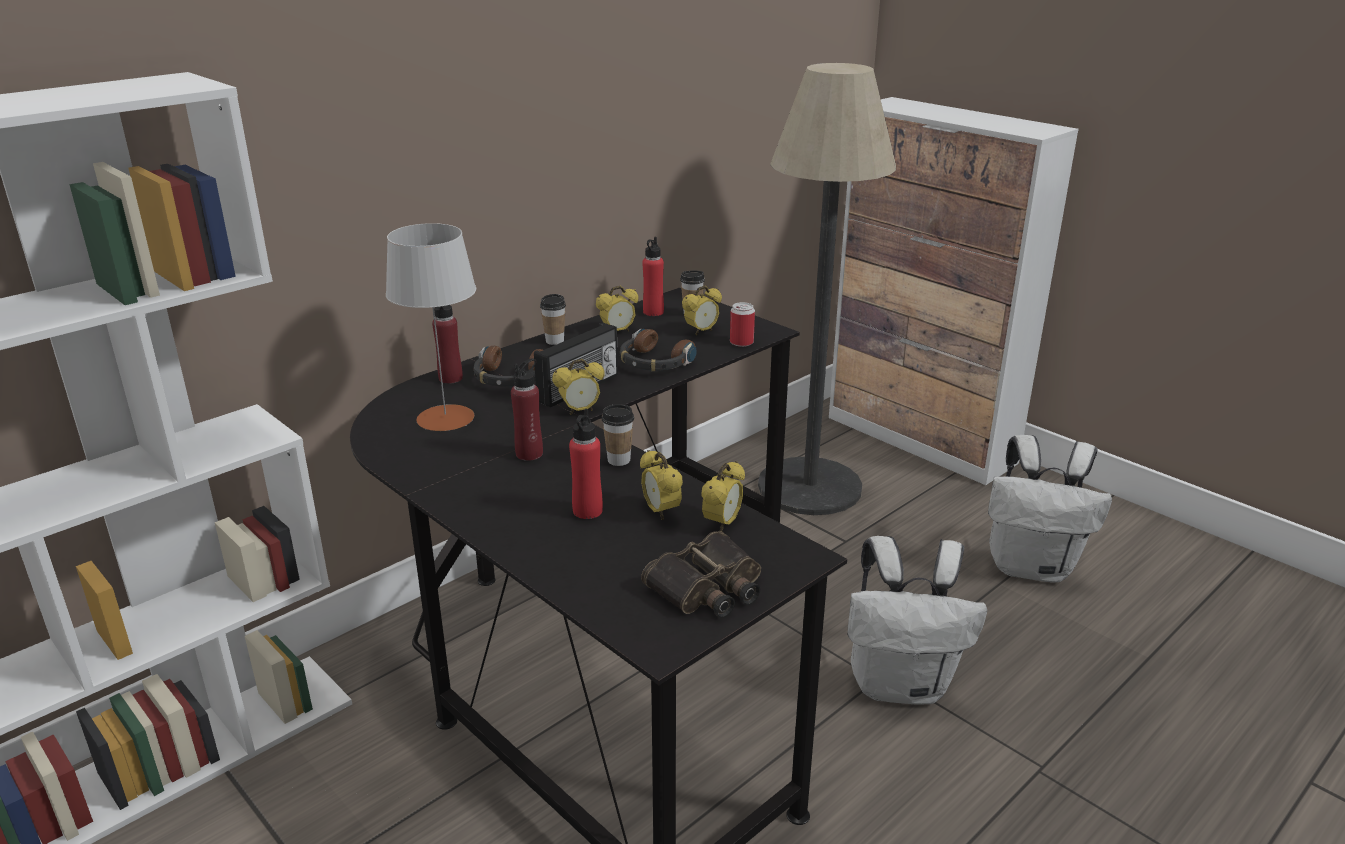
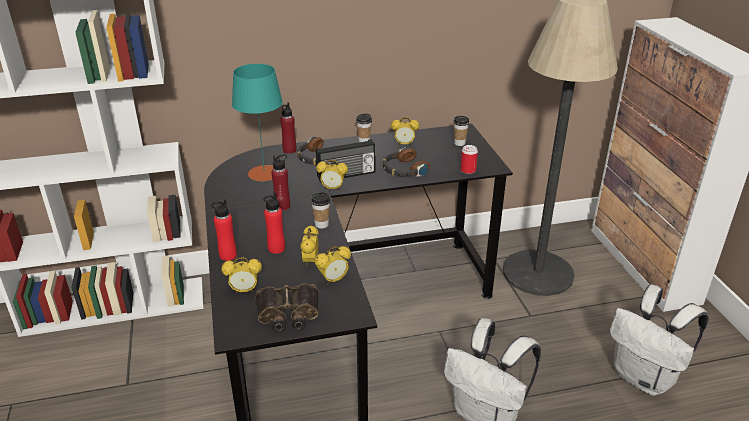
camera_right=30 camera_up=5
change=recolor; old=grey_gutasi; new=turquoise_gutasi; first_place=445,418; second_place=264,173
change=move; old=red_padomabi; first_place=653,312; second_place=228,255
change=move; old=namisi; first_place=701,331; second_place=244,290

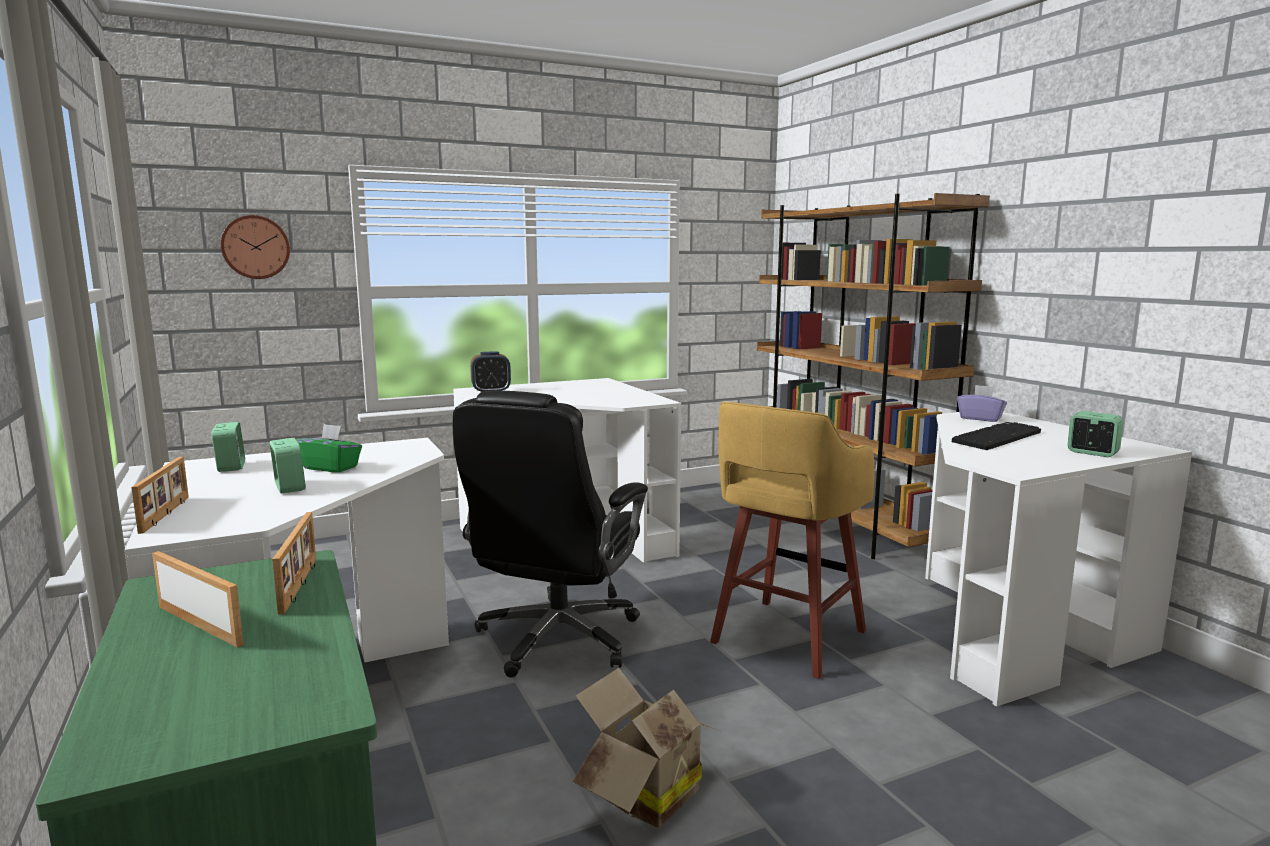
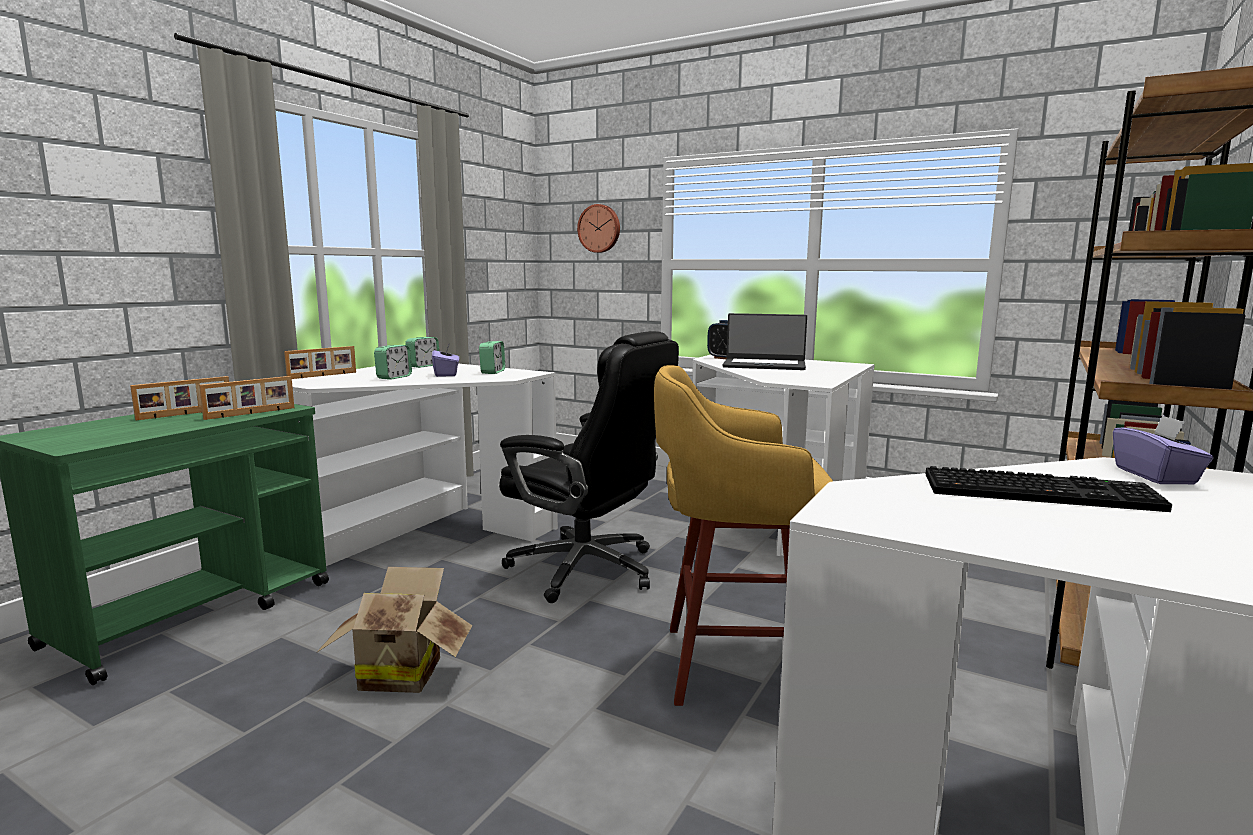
camera_right=55 camera_up=0
change=rotate; old=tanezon; first_place=201,624; second_place=185,414; degrees=45
change=recolor; old=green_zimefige; new=purple_zimefige; first_place=331,467; second_place=446,374
change=rotate; old=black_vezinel; first_place=556,639; second_place=587,569; degrees=-135
change=move; old=namisi; first_place=1092,453; second_place=492,372
change=insert; new=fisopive; second_place=764,365

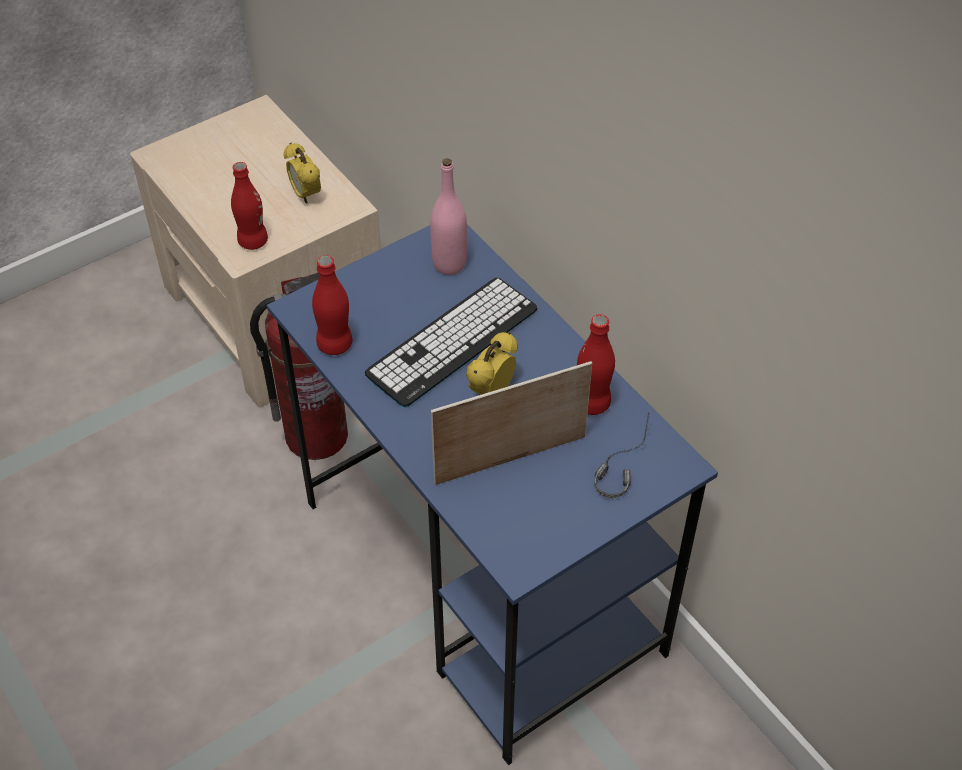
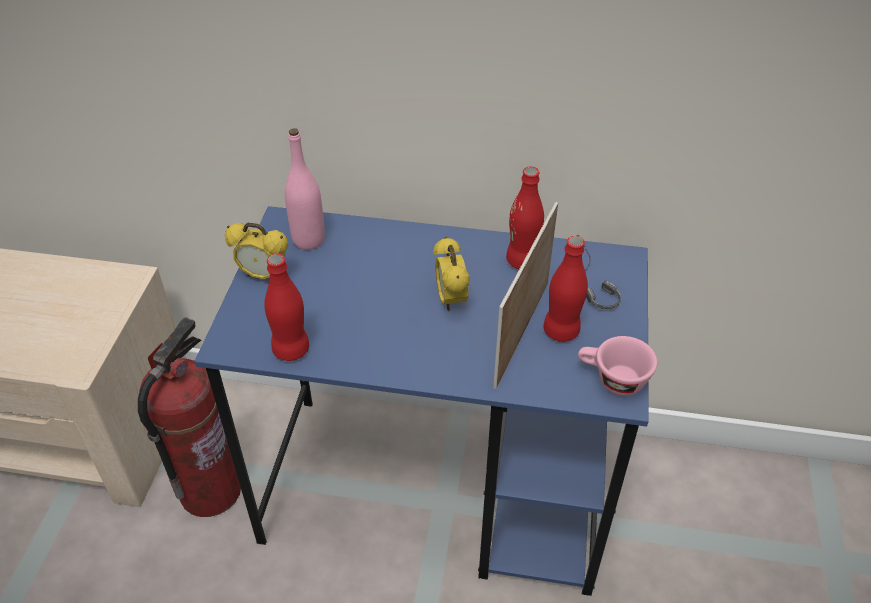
camera_right=-45 camera_up=-5
change=move; old=red_padomabi; first_place=253,241; second_place=561,331
change=move; old=namisi; first_place=305,195; second_place=263,275
change=delete; old=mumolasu; first_place=452,342
change=insert; new=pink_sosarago; second_place=612,380

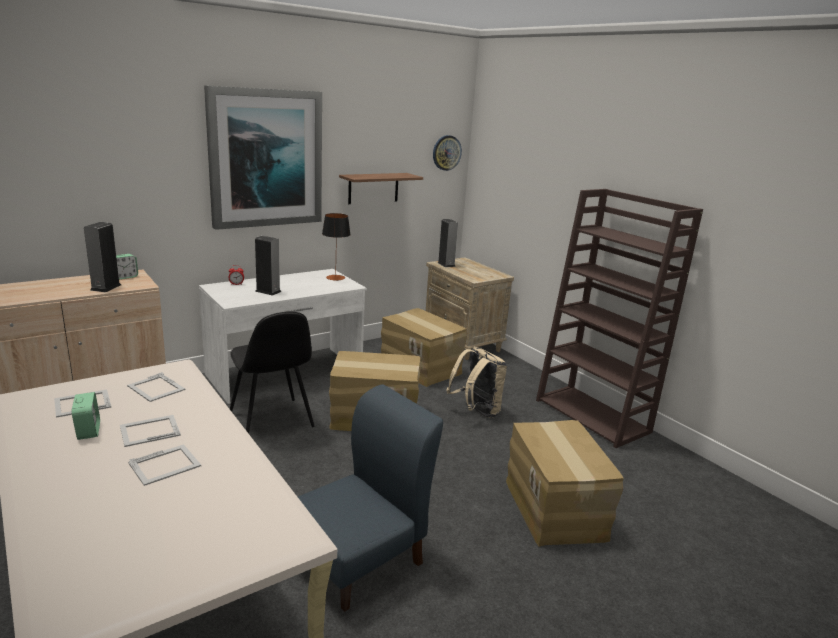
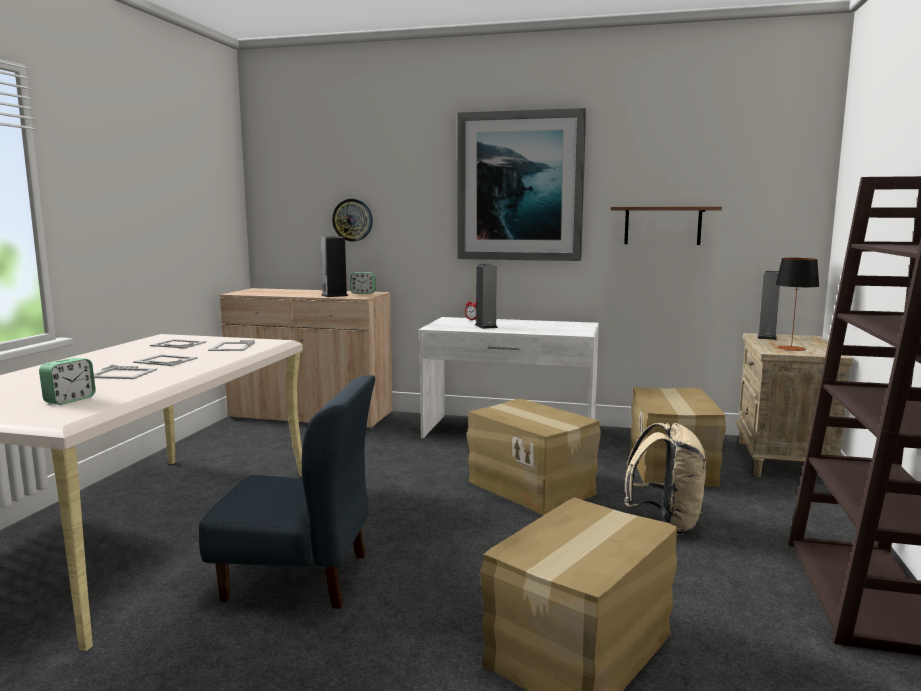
camera_right=50 camera_up=-10
change=move; old=namisi; first_place=88,431; second_place=69,400
change=delete; old=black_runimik; first_place=271,421
change=move; old=gutasi; first_place=335,277; second_place=791,348
change=move; old=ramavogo; first_place=446,152; second_place=352,220

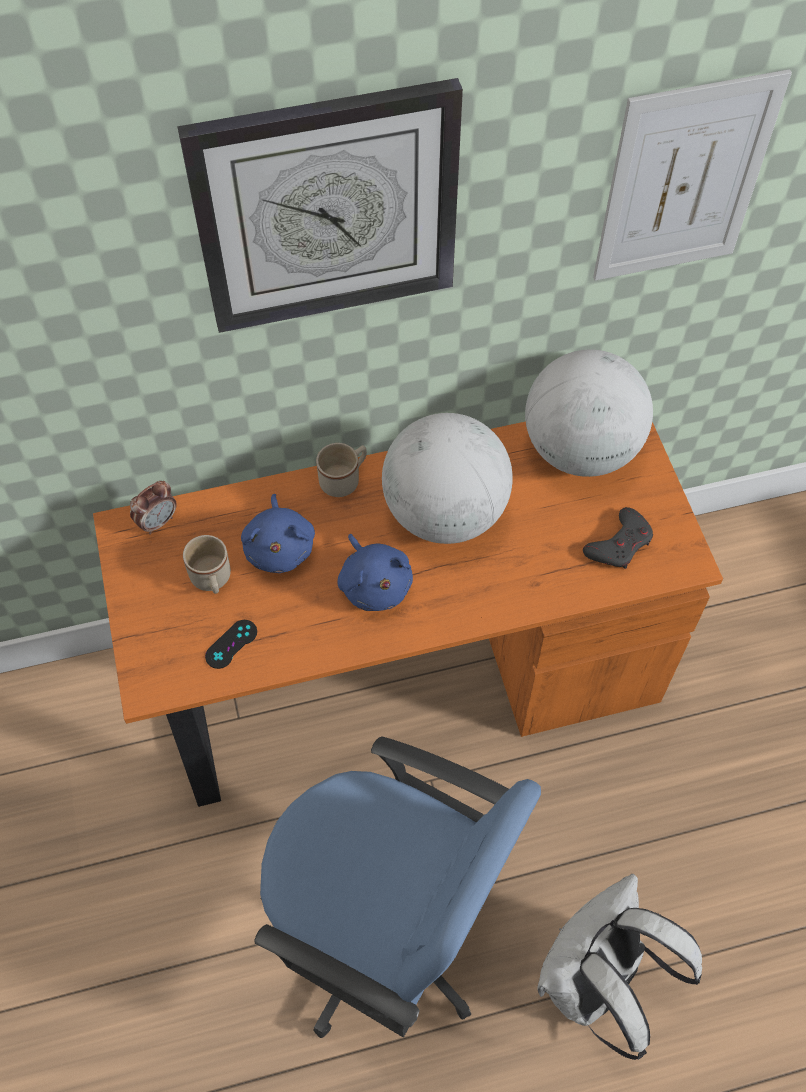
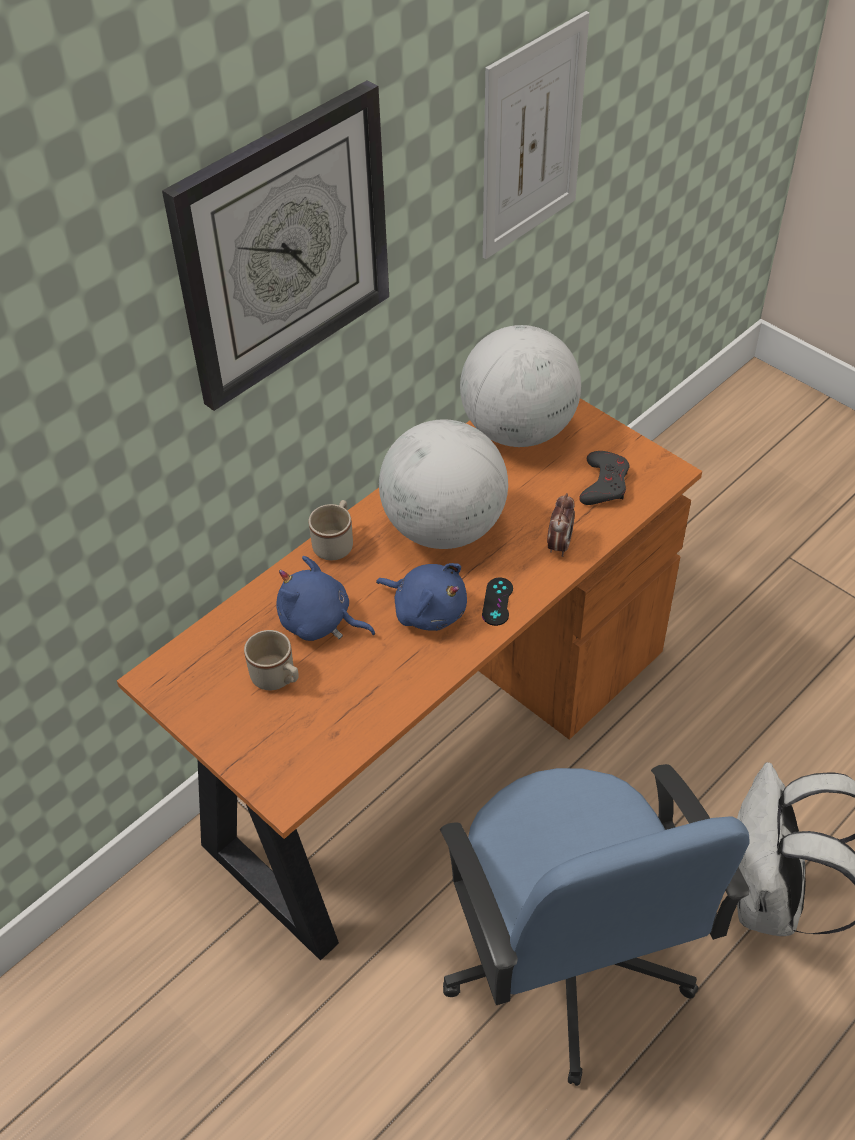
camera_right=-30 camera_up=-10
change=move; old=namisi; first_place=158,522; second_place=559,545
change=move; old=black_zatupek; first_place=231,644; second_place=497,602
change=rotate; old=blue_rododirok; first_place=280,547; second_place=319,622; degrees=150
change=rotate; old=blue_vezinel; first_place=385,927; second_place=566,961; degrees=75

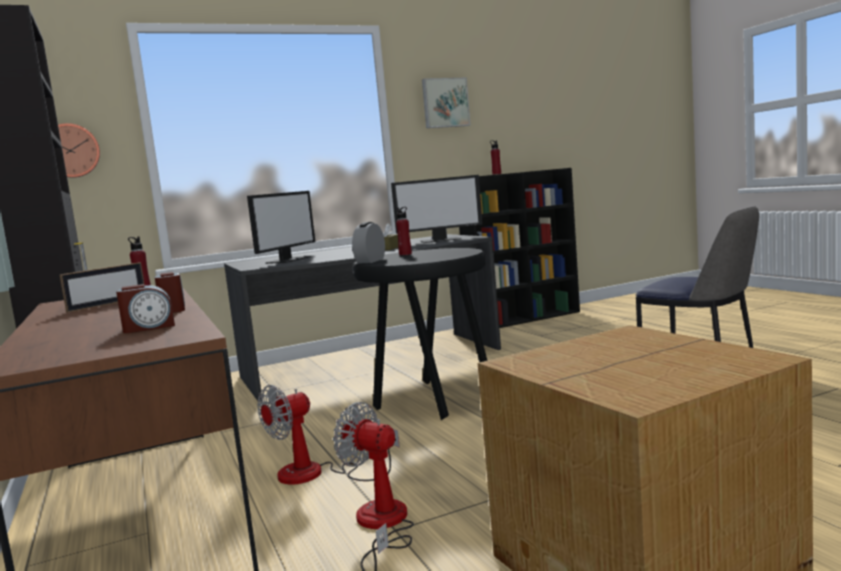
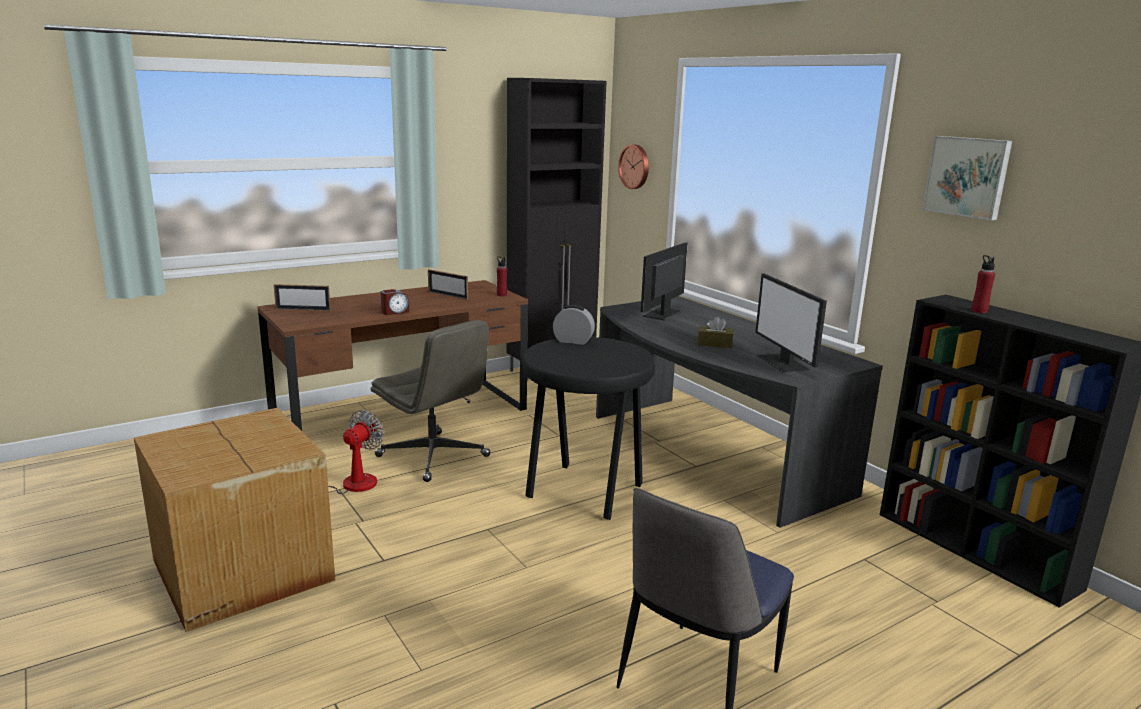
camera_right=80 camera_up=10
change=delete; old=namisi; first_place=149,328
change=rotate; old=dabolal; first_place=288,260; second_place=663,314; degrees=105
change=replace; old=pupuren; new=grey_vezinel; first_place=316,474; second_place=434,457
change=delete; old=red_padomabi; first_place=405,254
change=insert; new=tanezon; second_place=303,309

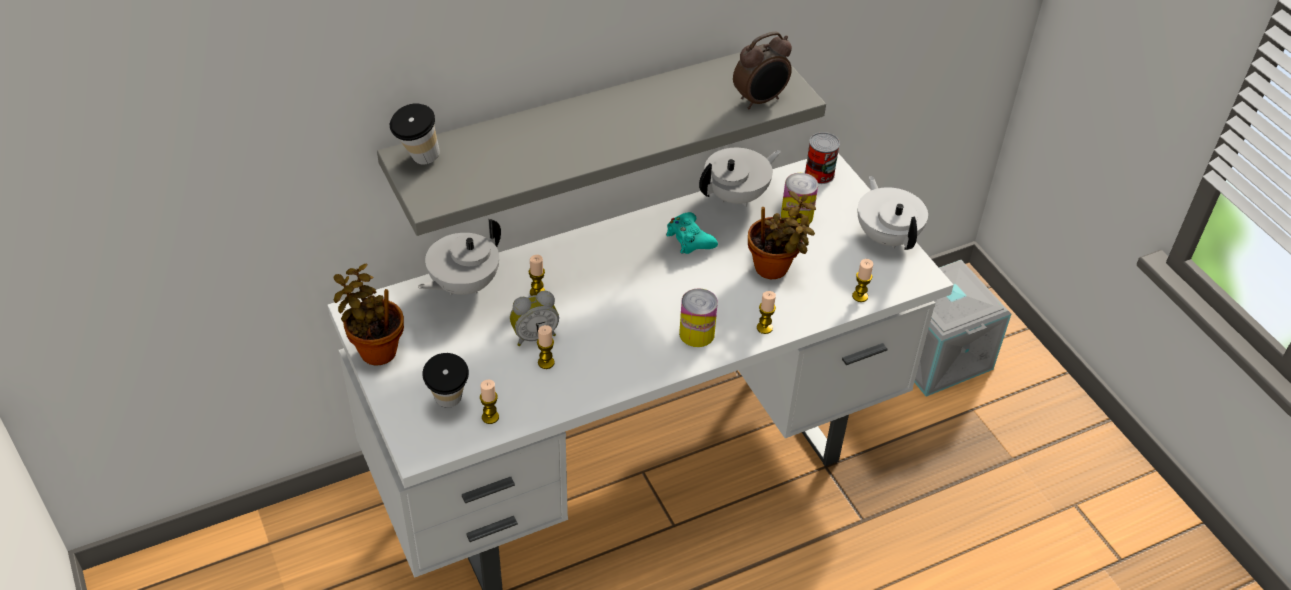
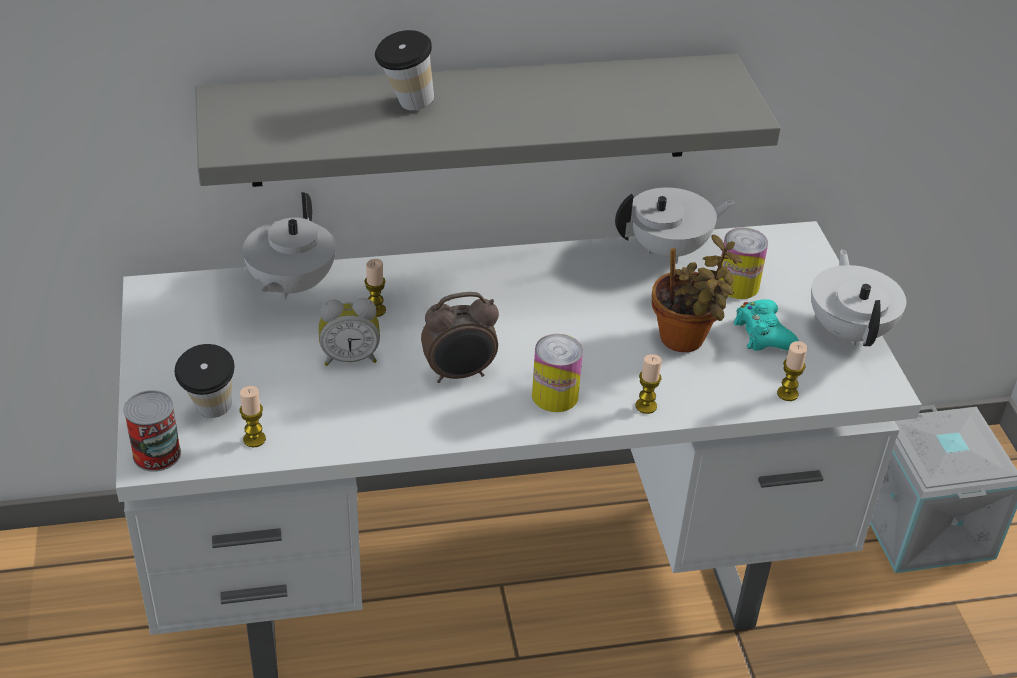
camera_right=15 camera_up=-5
change=delete; old=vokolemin; first_place=375,349
change=move; old=sosarago; first_place=418,160; second_place=405,105
change=rotate; old=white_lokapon; first_place=463,285; second_place=290,285; degrees=-45
change=delete; old=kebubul; first_place=546,362
change=move; old=turquoise_zatupek; first_place=689,239; second_place=763,334
change=move; old=namisi; first_place=760,100; second_place=460,374
change=move; old=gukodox; first_place=819,174; second_place=157,454

